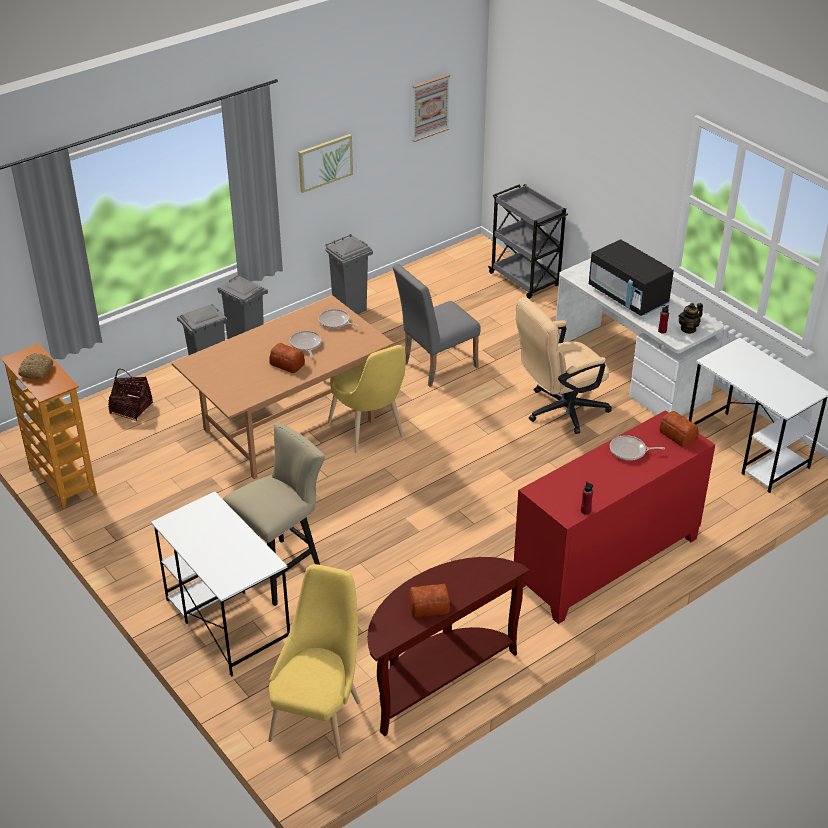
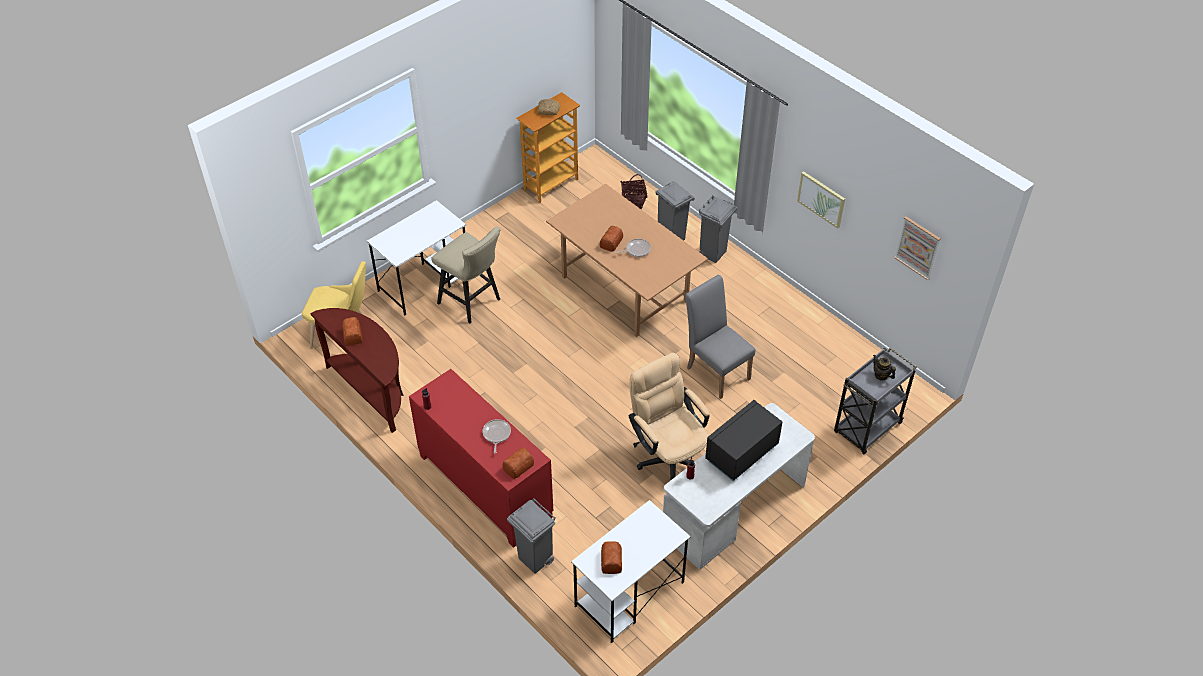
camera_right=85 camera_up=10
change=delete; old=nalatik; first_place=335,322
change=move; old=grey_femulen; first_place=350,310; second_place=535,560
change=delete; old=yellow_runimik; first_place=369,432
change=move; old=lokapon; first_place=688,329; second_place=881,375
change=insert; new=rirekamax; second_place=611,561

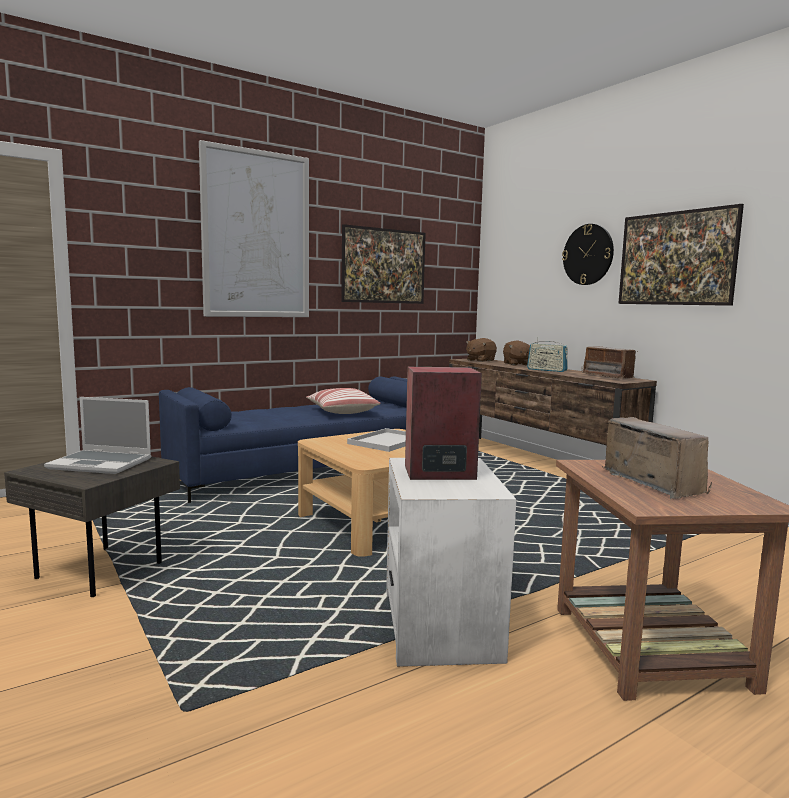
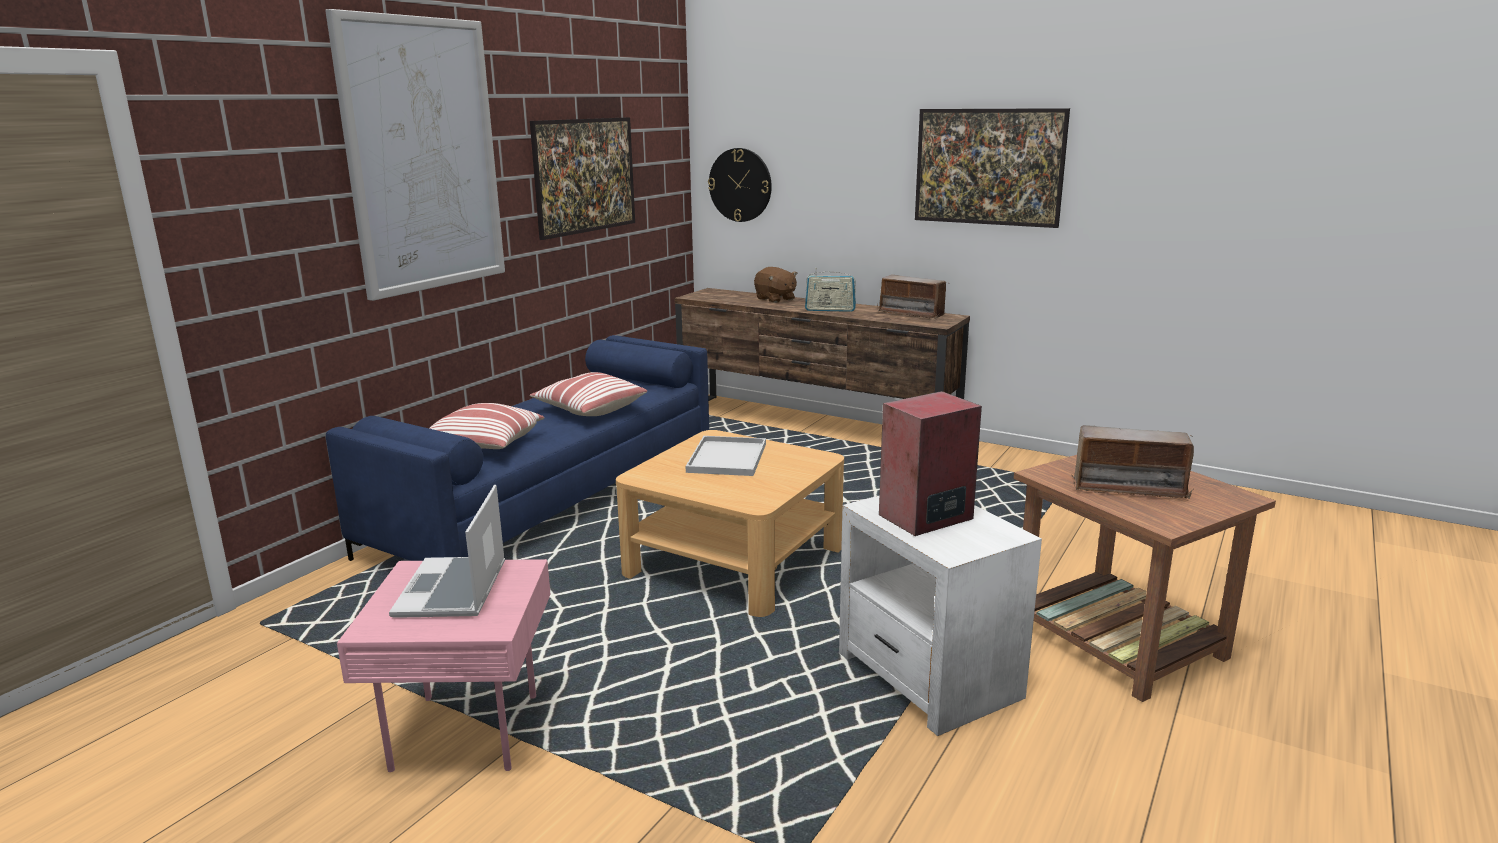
camera_right=-25 camera_up=10
change=recolor; old=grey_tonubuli; new=pink_tonubuli; first_place=104,570; second_place=471,729
change=rotate; old=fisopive; first_place=102,463; second_place=453,590; degrees=105
change=delete; old=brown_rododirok; first_place=480,360
change=move; old=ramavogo; first_place=588,254; second_place=740,185
change=rotate; old=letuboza; first_place=650,482; second_place=1128,488; degrees=150
change=insert; new=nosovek; second_place=483,446

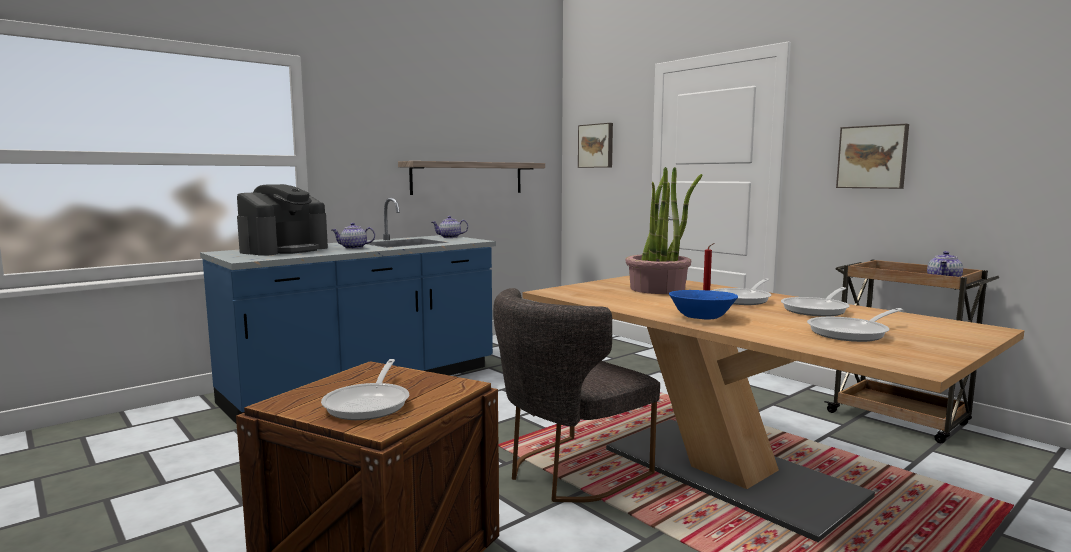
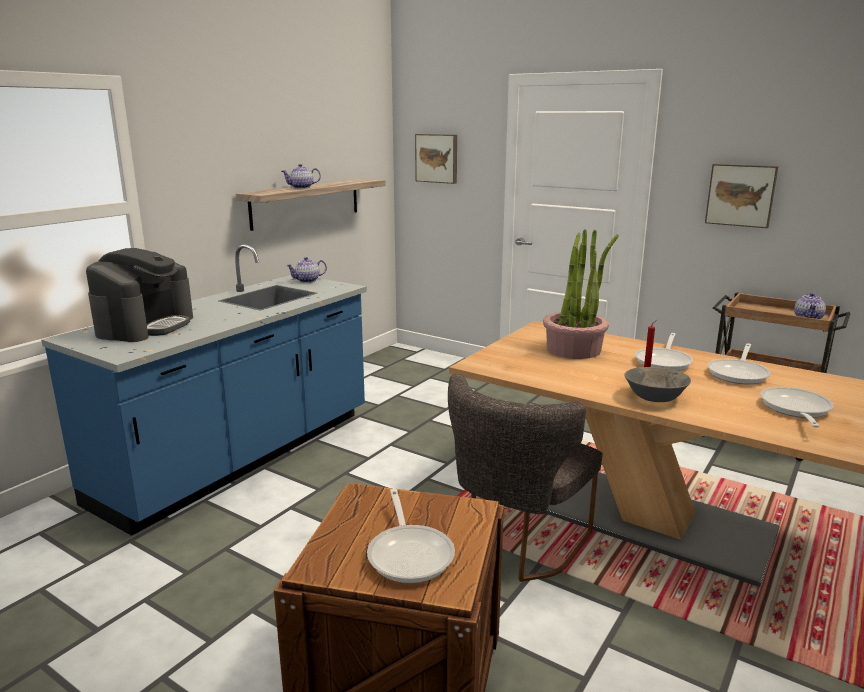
camera_right=-15 camera_up=10
change=move; old=lokapon; first_place=353,248; second_place=301,187
change=recolor; old=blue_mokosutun; new=grey_mokosutun; first_place=702,317; second_place=655,398
change=rotate; old=nalatik; first_place=852,333; second_place=795,409; degrees=150

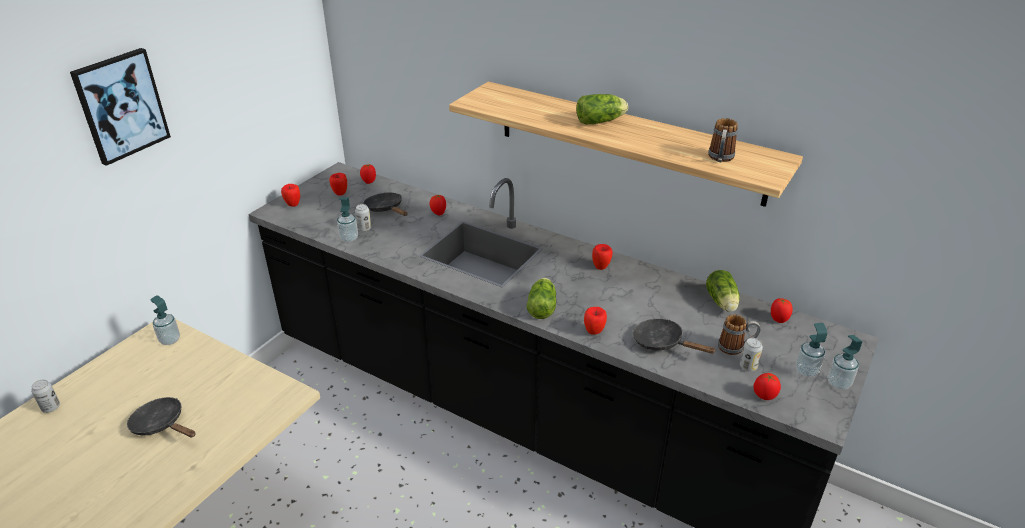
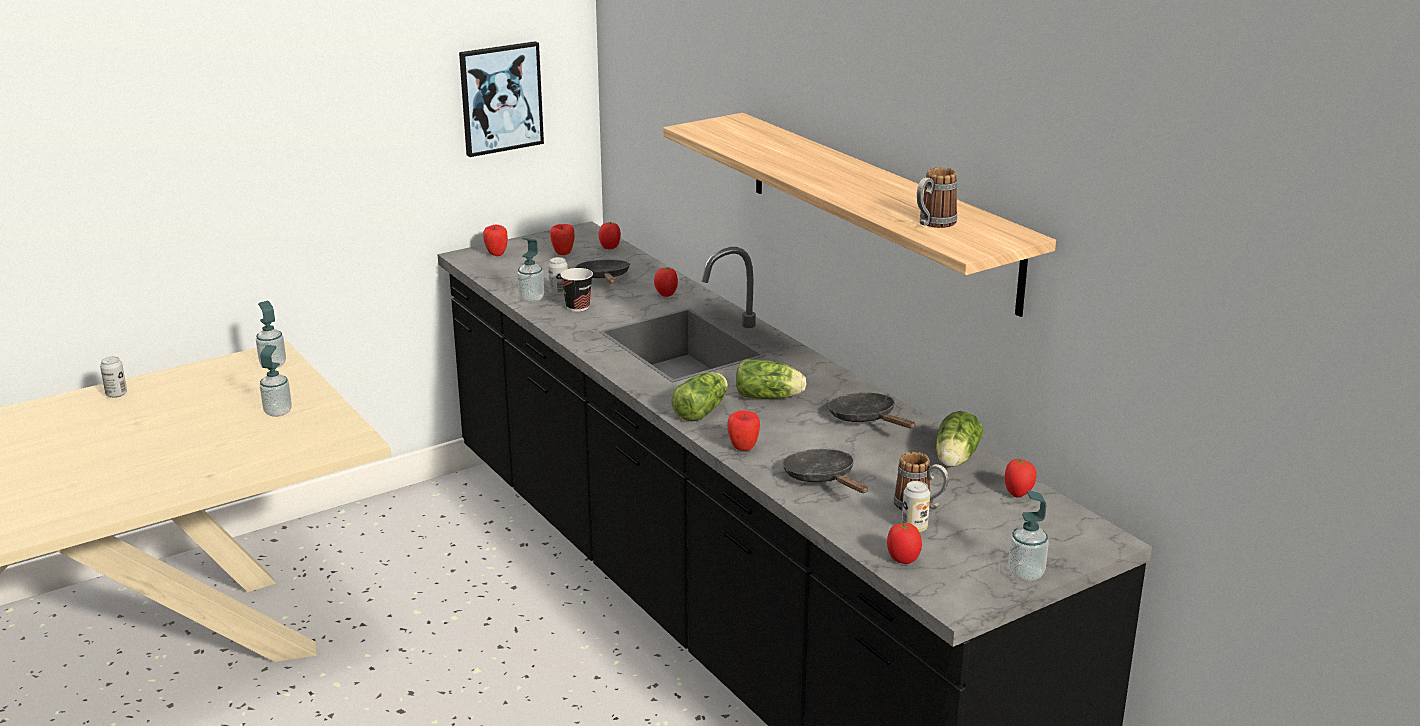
camera_right=25 camera_up=-10
change=move; old=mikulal; first_place=121,105; second_place=500,98
change=move; old=black_nalatik; first_place=161,425; second_place=866,419
change=move; old=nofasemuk; first_place=601,121; second_place=770,397
change=delete; old=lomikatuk; first_place=601,267
change=move; old=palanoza; first_place=806,371; second_place=278,412
change=insert; new=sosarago; second_place=578,307

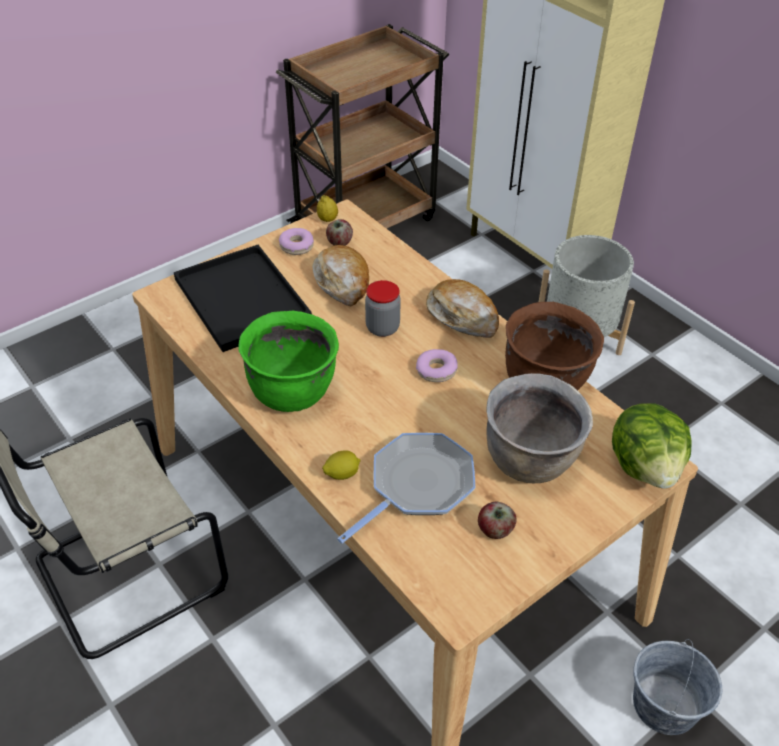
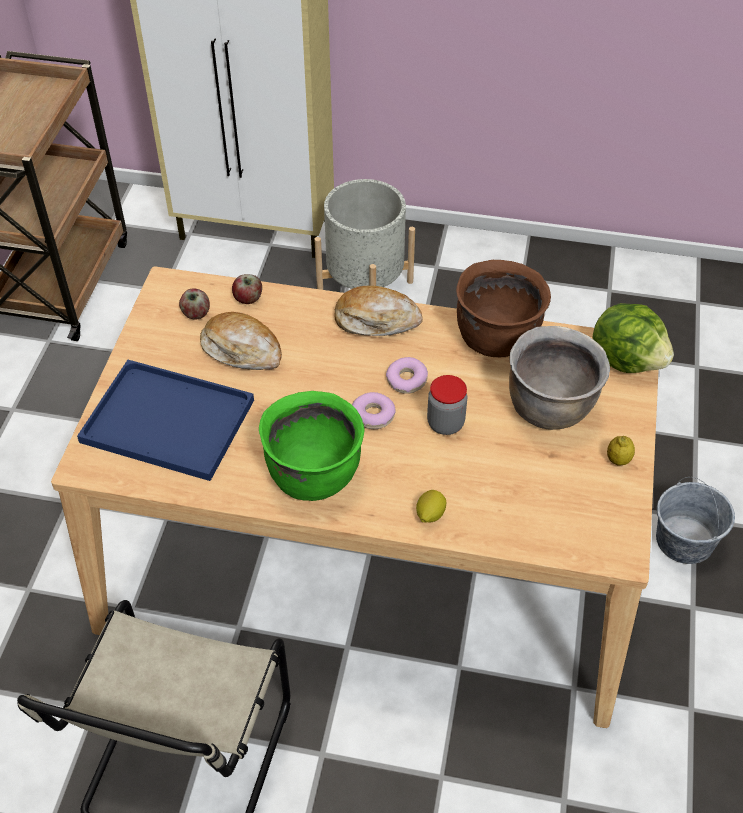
camera_right=-40 camera_up=5
change=recolor; old=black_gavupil; new=blue_gavupil; first_place=239,297; second_place=164,421
change=move; old=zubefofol; first_place=296,246; second_place=373,415
change=move; old=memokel; first_place=327,220; second_place=618,460
change=delete; old=nalatik; first_place=417,485
change=move; old=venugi; first_place=382,328; second_place=445,423
change=move; old=lomikatuk; first_place=495,530; second_place=248,299

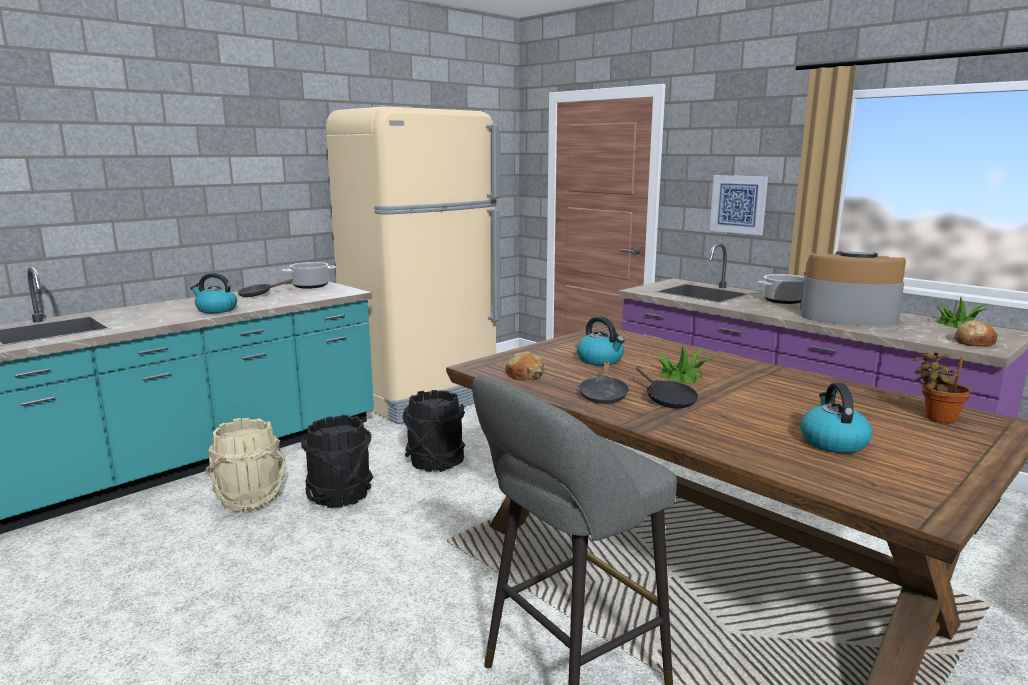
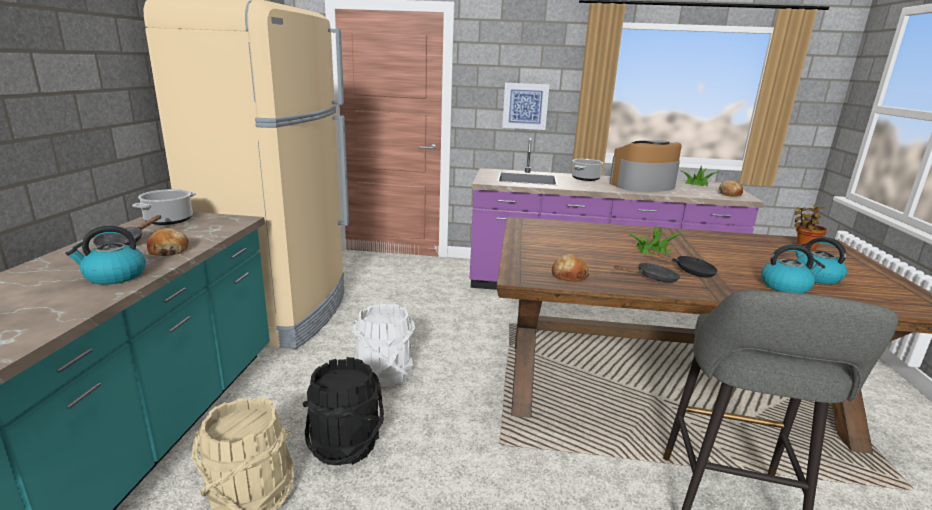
camera_right=-40 camera_up=5
change=recolor; old=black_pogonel; new=white_pogonel; first_place=436,461; second_place=384,374
change=move; old=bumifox; first_place=600,360; second_place=785,286
change=rotate; old=black_nalatik; first_place=603,395; second_place=652,278; degrees=-75
change=insert; new=rirekamax; second_place=168,250

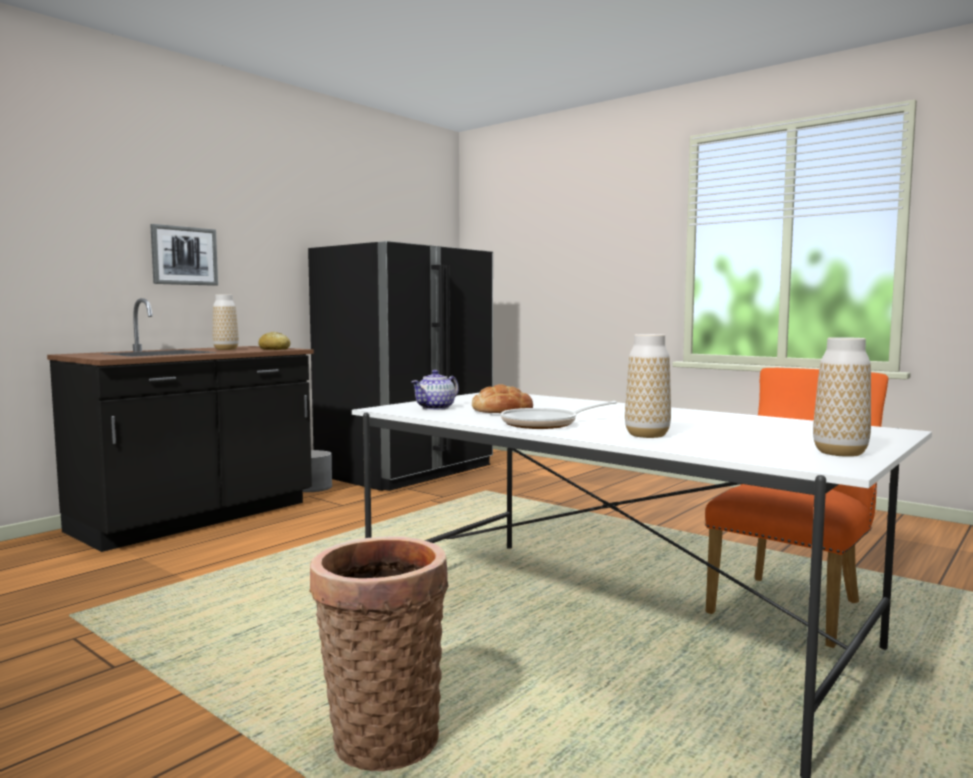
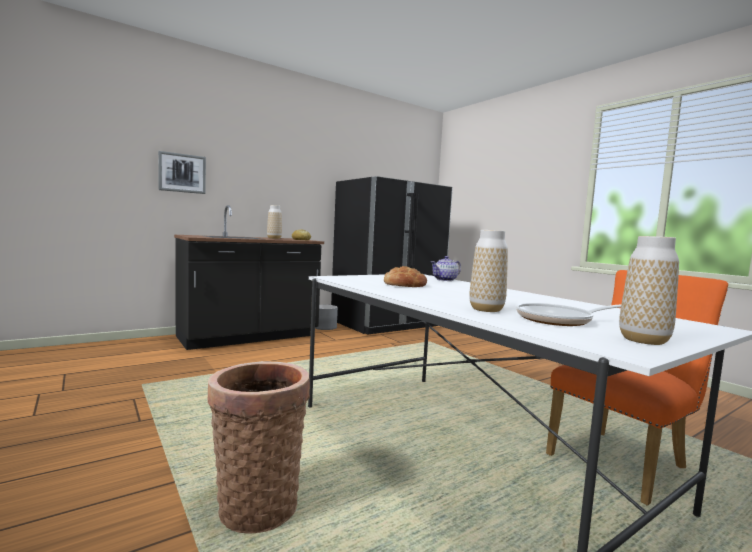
camera_right=15 camera_up=0
change=move; old=mikulal; first_place=184,256; second_place=182,173
change=move; old=lokapon; first_place=436,408; second_place=445,280
change=move; old=nalatik; first_place=545,424; second_place=559,320

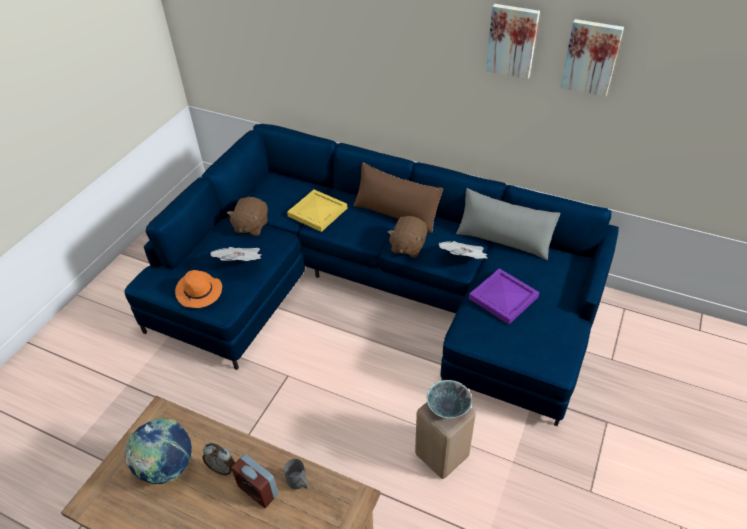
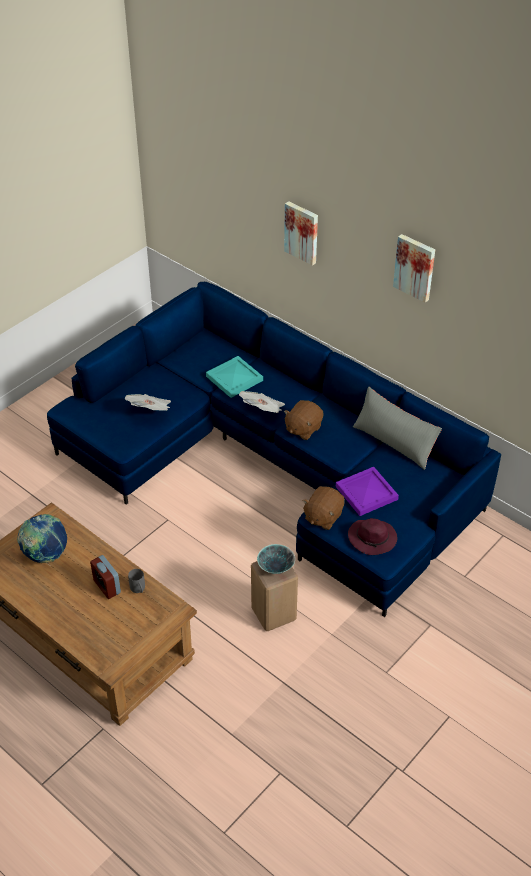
camera_right=15 camera_up=0
change=delete; old=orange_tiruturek; first_place=199,292
change=delete; old=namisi; first_place=222,468
change=move; old=brown_rododirok; first_place=251,226; second_place=323,517
change=recolor; old=yellow_gavupil; new=turquoise_gavupil; first_place=318,212; second_place=235,378
change=delete; old=brown_nosovek; first_place=396,213
change=move; old=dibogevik; first_place=464,259; second_place=263,410
change=move; old=mikulal; first_place=591,57; second_place=302,232
change=insert; new=purple_tiruturek; second_place=373,539

